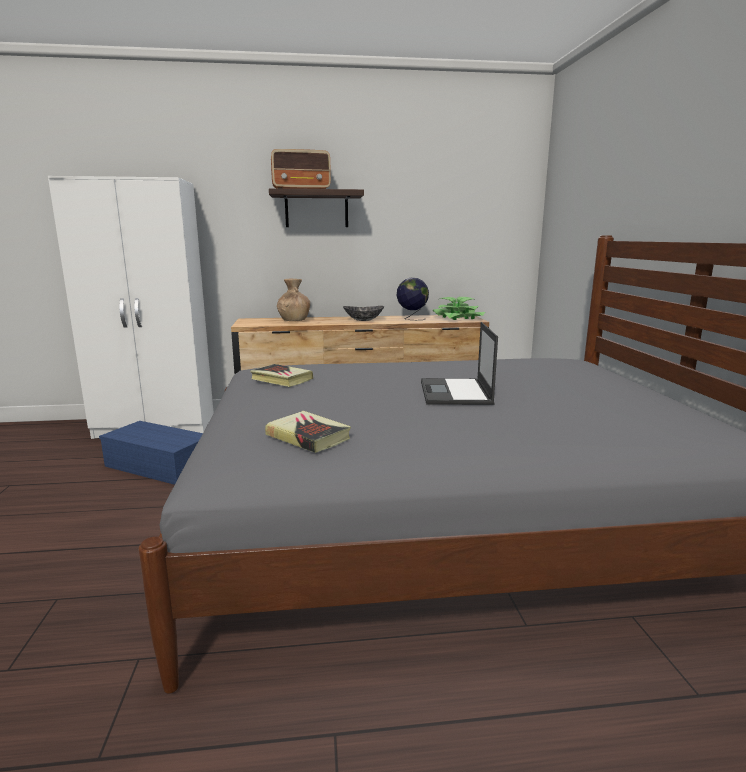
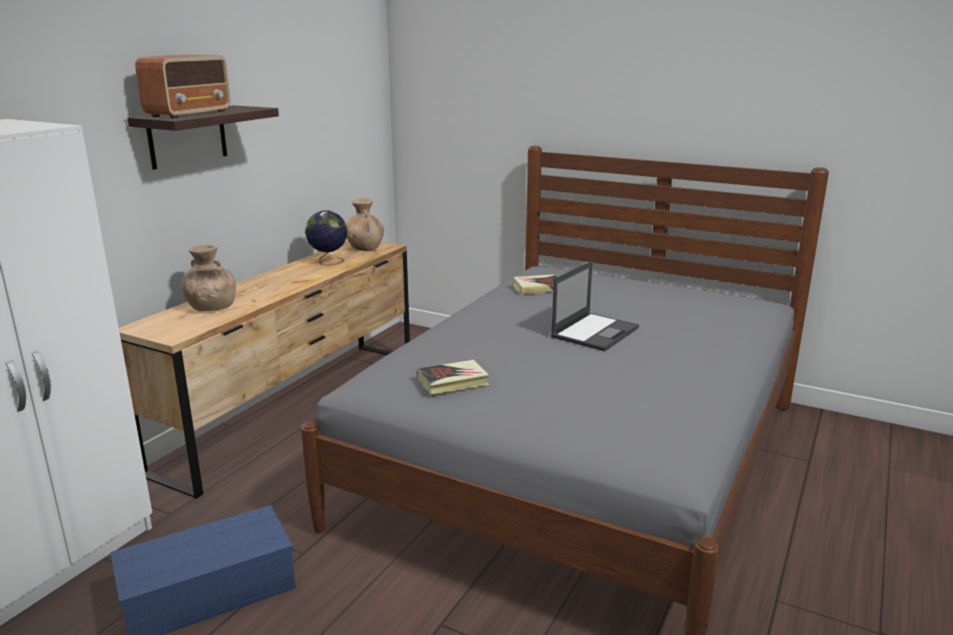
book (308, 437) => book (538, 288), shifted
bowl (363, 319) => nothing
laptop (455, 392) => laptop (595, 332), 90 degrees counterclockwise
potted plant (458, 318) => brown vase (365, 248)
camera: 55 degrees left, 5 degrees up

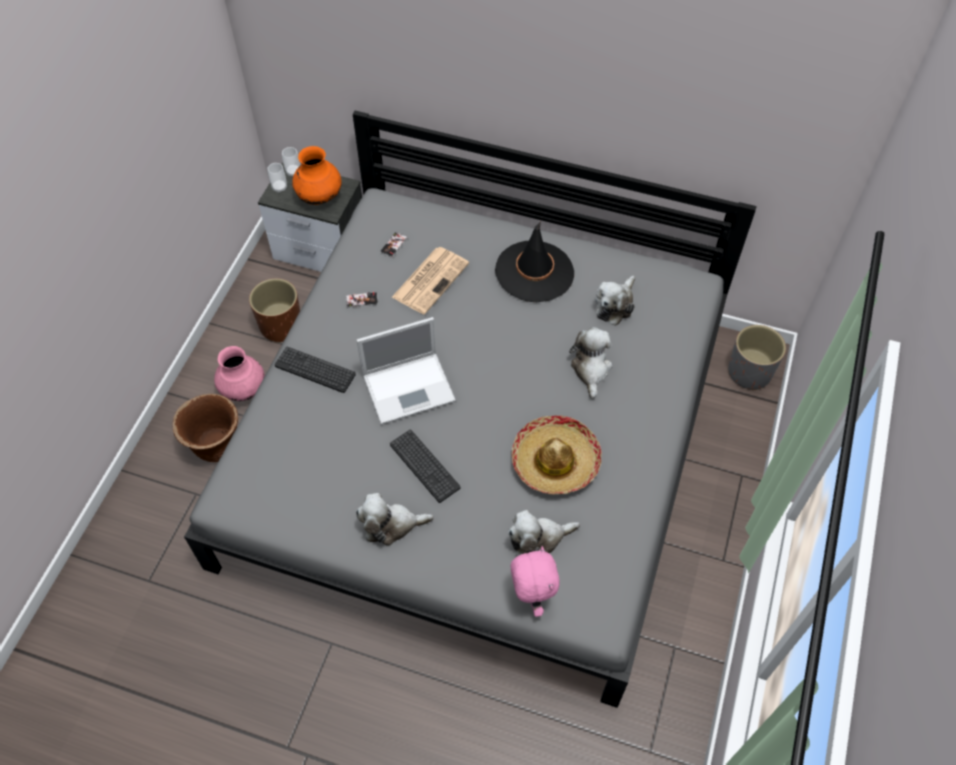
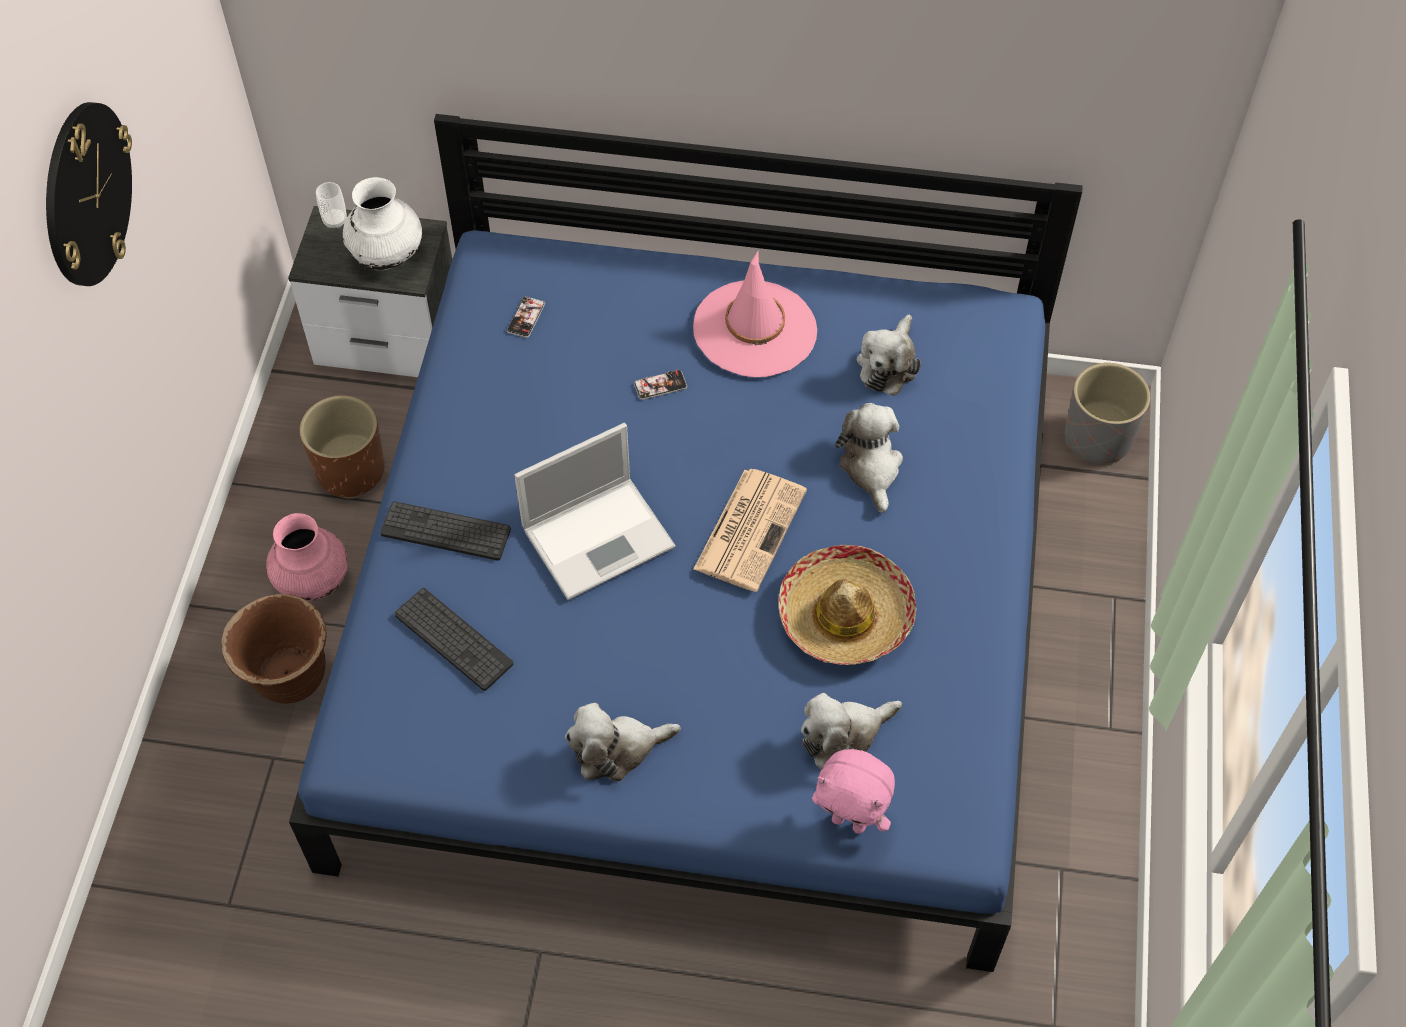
grey bed (478, 441) => blue bed (704, 606)
cup (279, 187) => nothing
orange vase (320, 197) => white vase (387, 256)
phone (361, 300) => phone (660, 385), shifted
keyboard (424, 466) => keyboard (453, 639), shifted
newspaper (430, 279) => newspaper (750, 528), shifted
black hat (534, 272) => pink hat (755, 329)
pink plush toy (531, 596) => pink plush toy (850, 821), 135 degrees clockwise
nothing => wall clock (86, 194)
camera: 10 degrees left, 0 degrees up

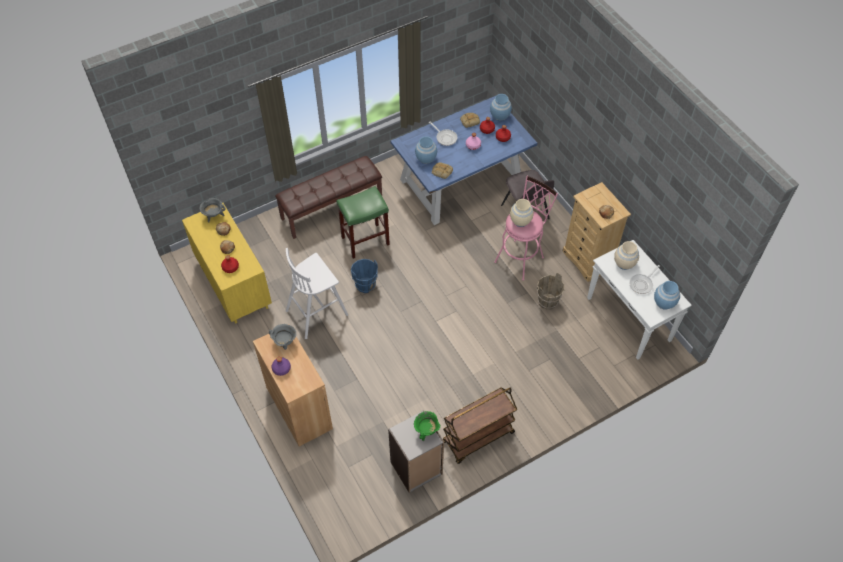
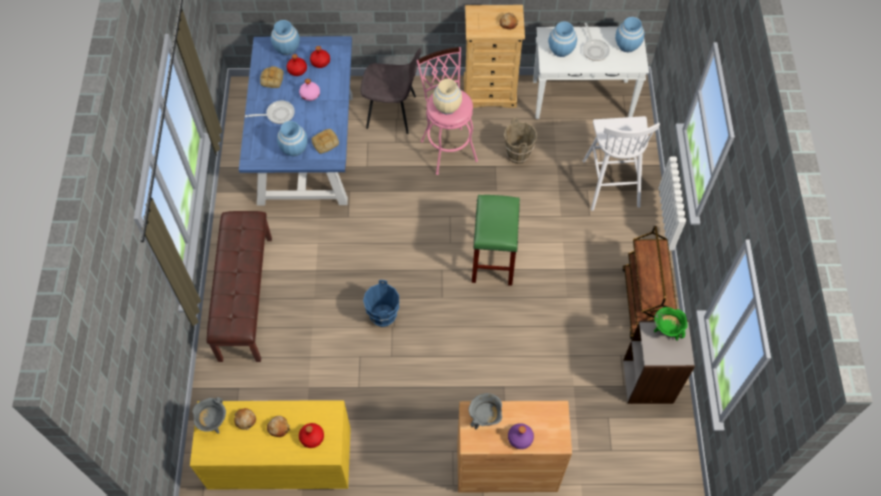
white stool (318, 312) => white stool (610, 182), shifted
green stool (365, 240) => green stool (492, 260), shifted
beige vase (624, 263) => blue vase (561, 50)
camera: 60 degrees left, 5 degrees up

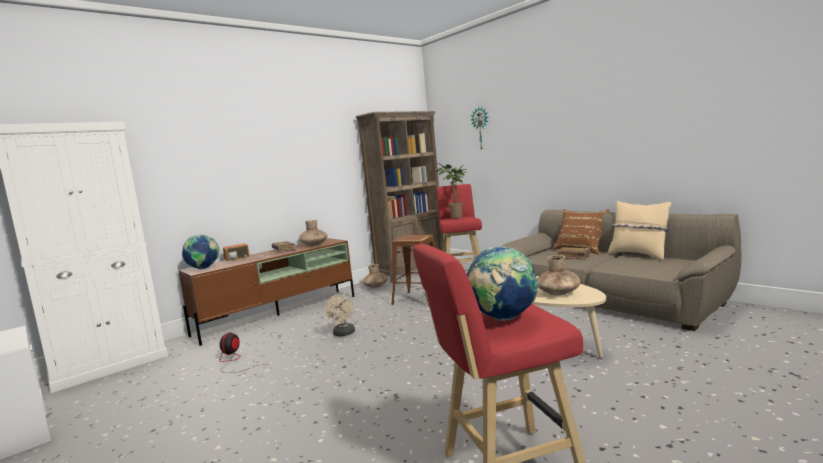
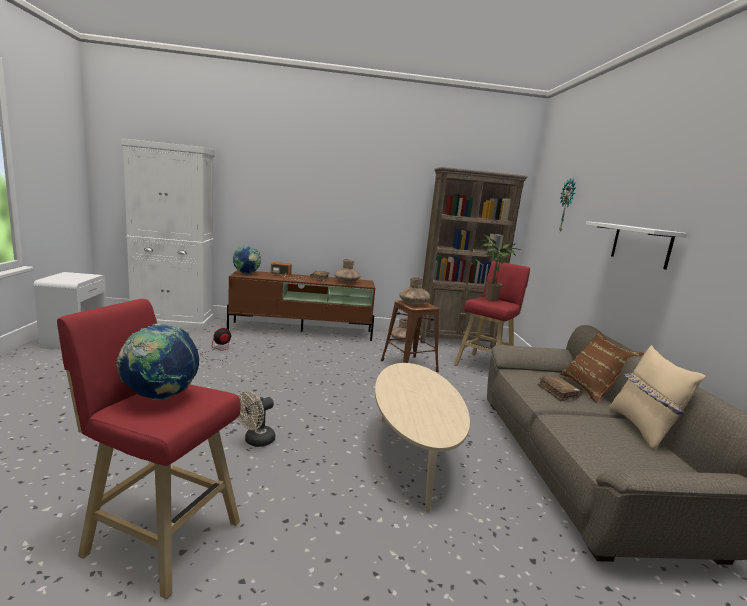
beige fan (343, 334) => beige fan (255, 441), shifted
brown vase (558, 293) => brown vase (413, 304), shifted
nothing => white shelf (640, 245)
camera: 35 degrees right, 5 degrees up

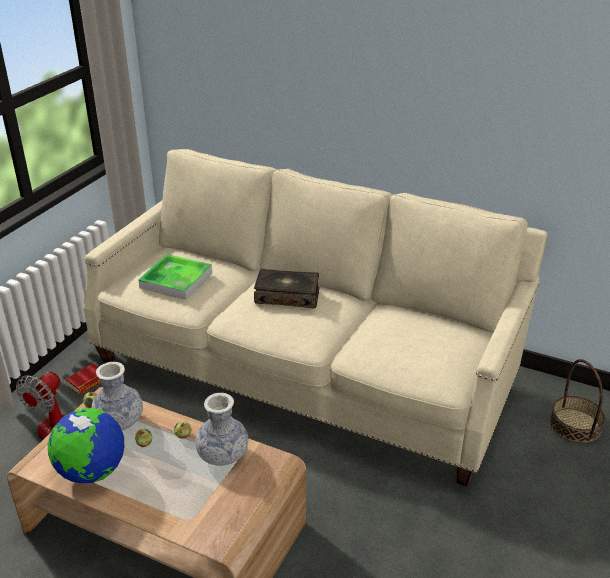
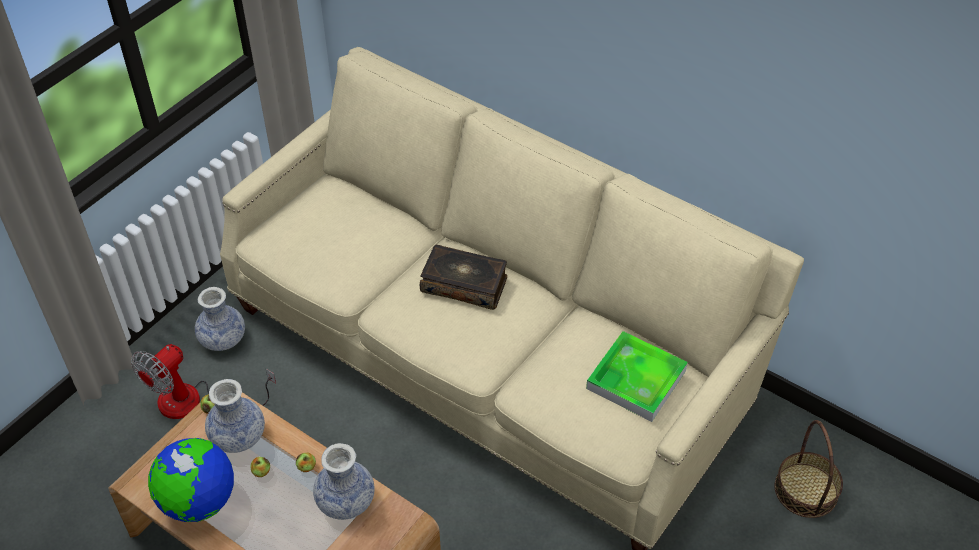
book (87, 382) => vase (223, 339)
tray (176, 280) => tray (636, 379), shifted
camera: 10 degrees right, 15 degrees up

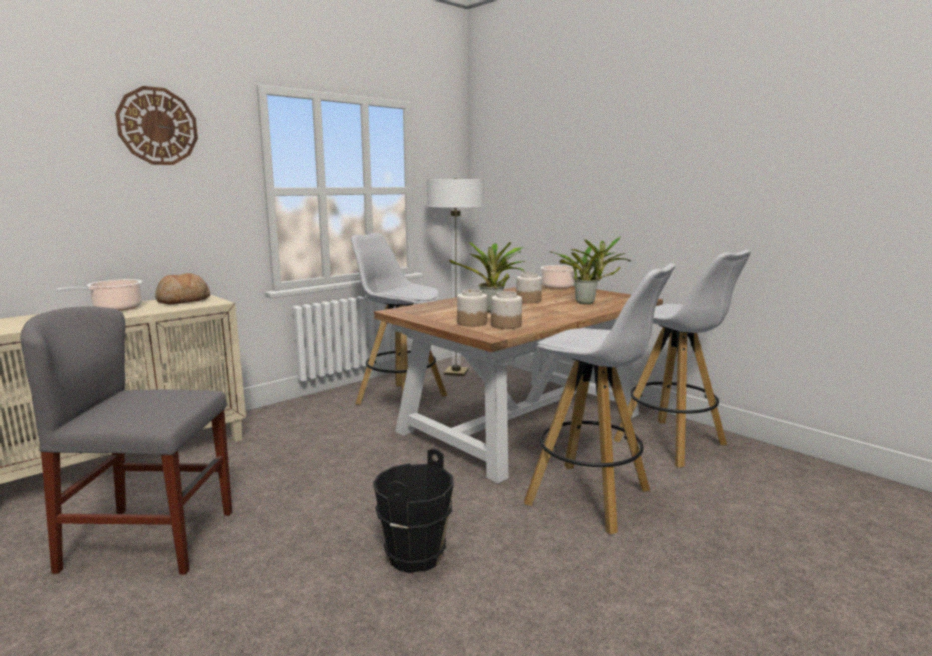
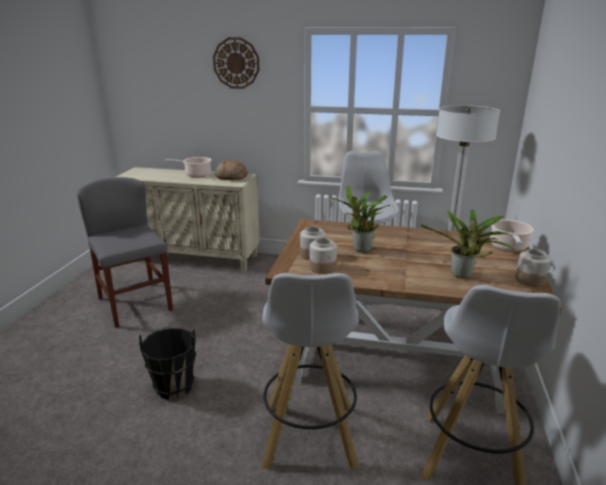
jar (528, 300) => jar (529, 280), shifted
camera: 55 degrees right, 10 degrees up

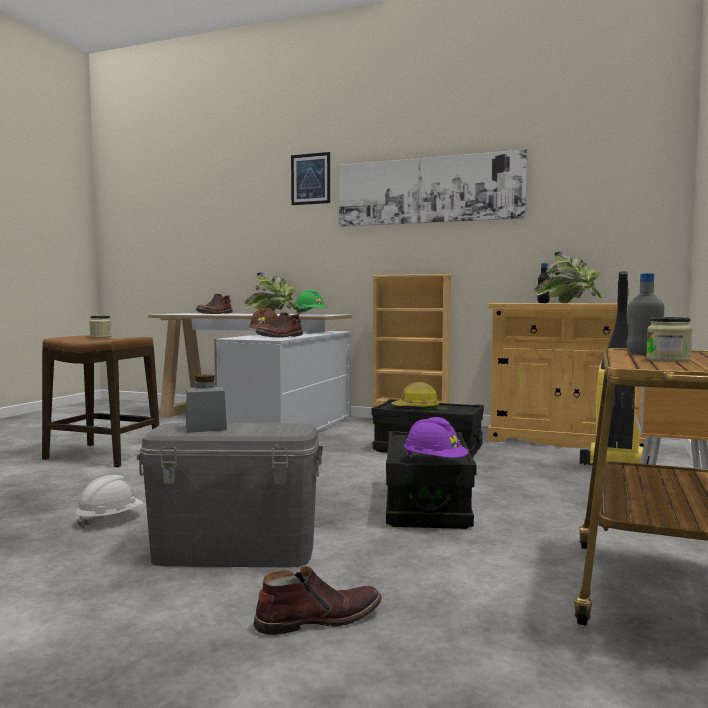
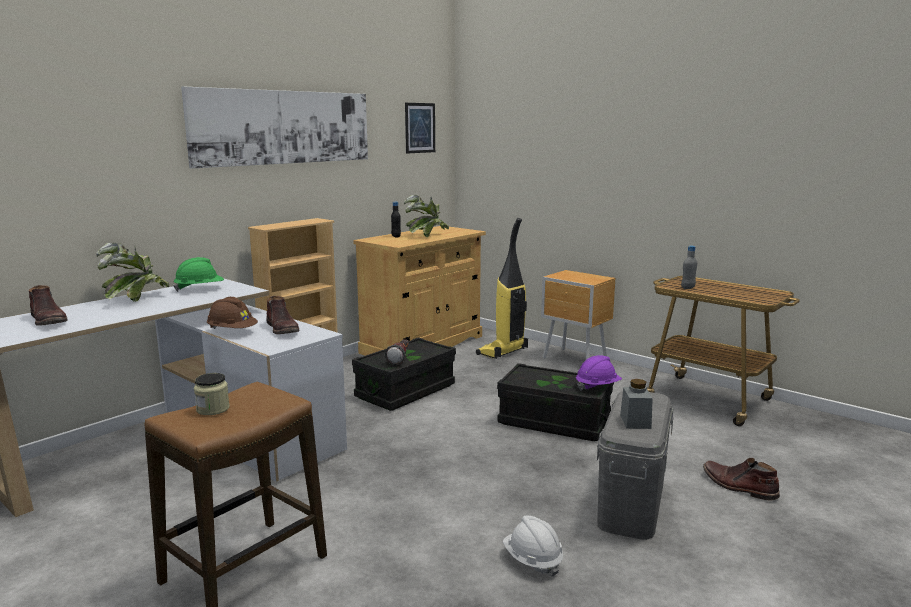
brown boot (318, 619) => brown boot (738, 486), 45 degrees counterclockwise
picture (310, 179) => picture (420, 128), shifted
hard hat (416, 408) => flashlight (400, 358)
jar (668, 360) => nothing
camera: 70 degrees left, 10 degrees up

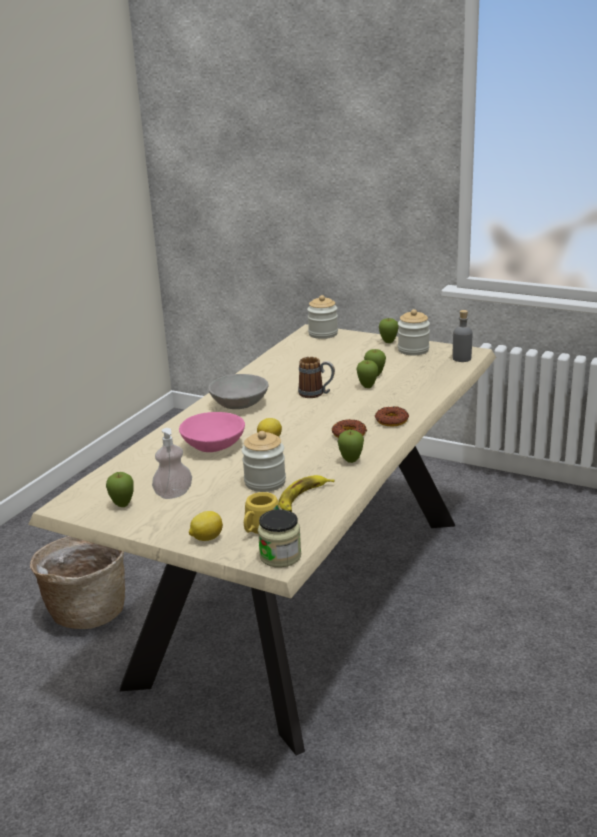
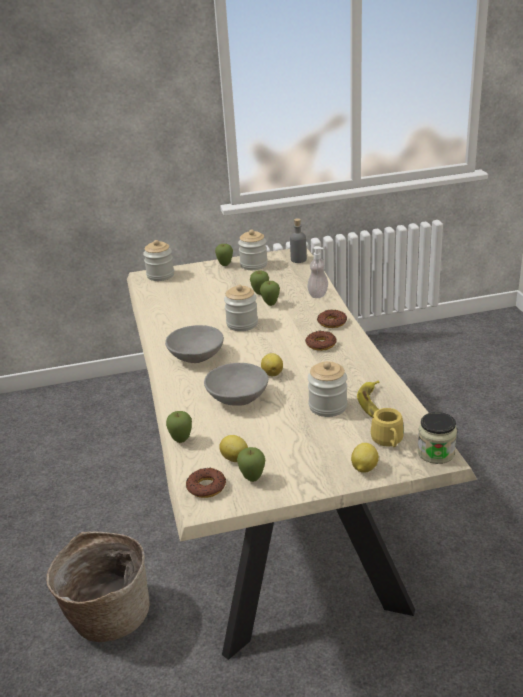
soap dispenser (173, 494) => soap dispenser (318, 294), shifted
pink bowl (213, 446) => grey bowl (237, 398)
mug (316, 394) => jar (242, 324)
apple (351, 461) => apple (181, 441), shifted
nothing => donut (206, 487)
nothing => lemon (235, 459)
camera: 40 degrees left, 5 degrees up

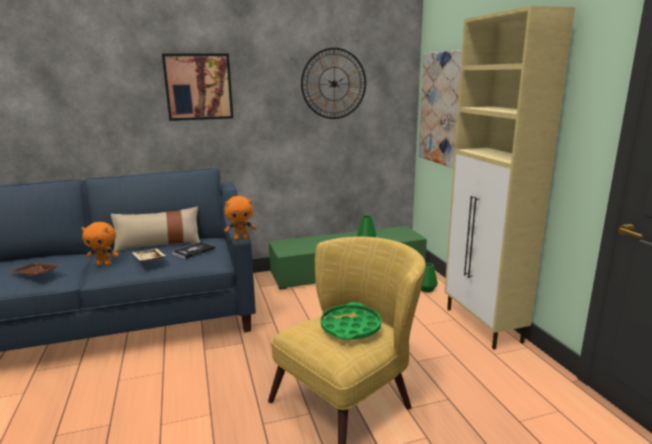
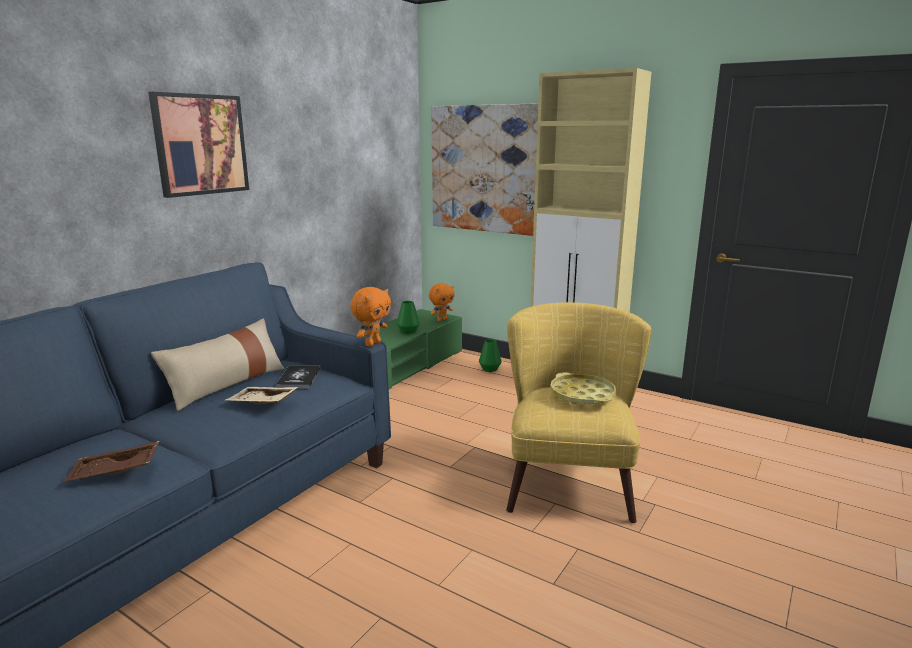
orange plush toy (104, 264) => orange plush toy (441, 320), shifted
wall clock (334, 84) => nothing
green tray (350, 327) => yellow tray (582, 395)
camera: 40 degrees left, 0 degrees up

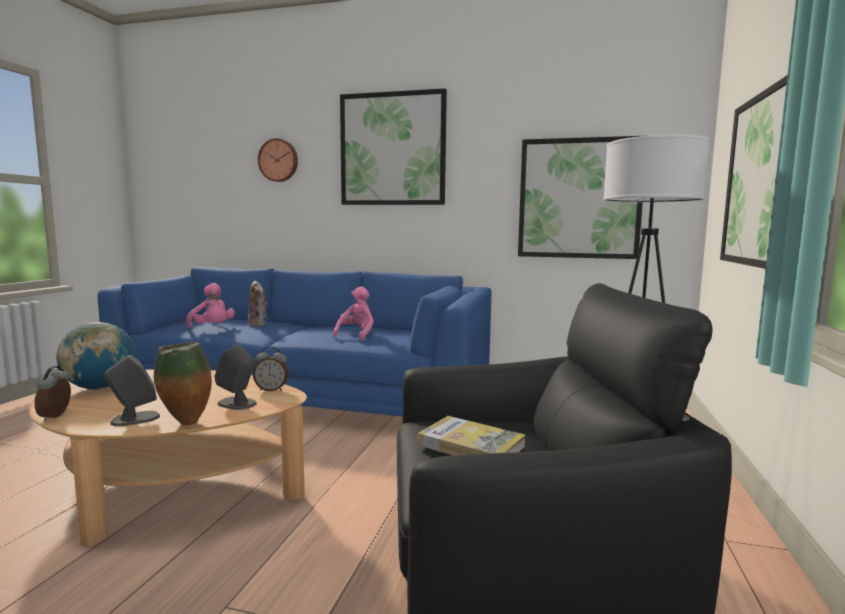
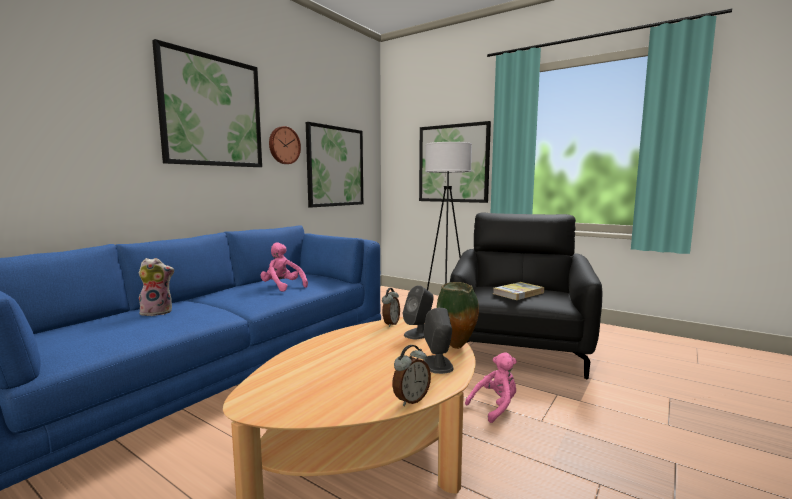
alarm clock (56, 416) => alarm clock (410, 400), 60 degrees counterclockwise
globe (100, 388) => nothing
pink plush toy (212, 328) => pink plush toy (495, 407), shifted
wall clock (279, 160) => wall clock (283, 145), shifted
camera: 70 degrees left, 0 degrees up

